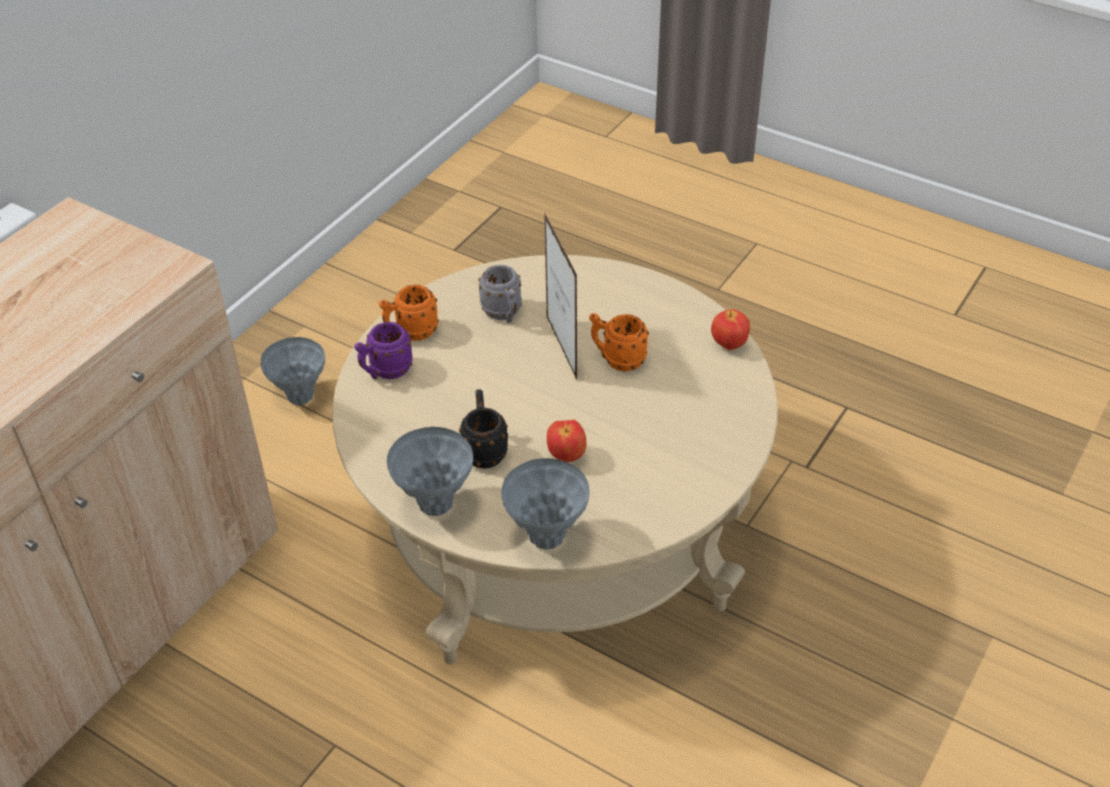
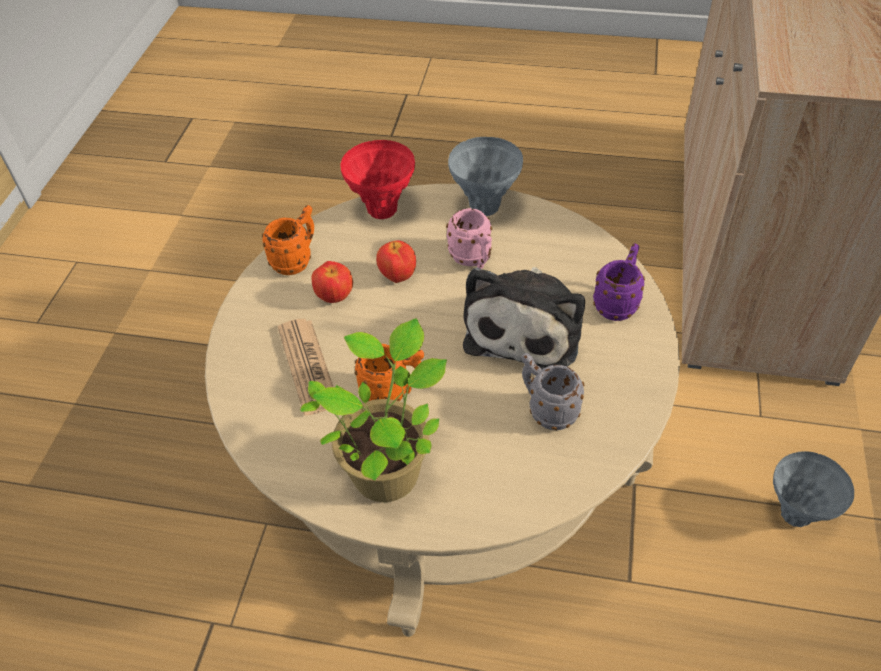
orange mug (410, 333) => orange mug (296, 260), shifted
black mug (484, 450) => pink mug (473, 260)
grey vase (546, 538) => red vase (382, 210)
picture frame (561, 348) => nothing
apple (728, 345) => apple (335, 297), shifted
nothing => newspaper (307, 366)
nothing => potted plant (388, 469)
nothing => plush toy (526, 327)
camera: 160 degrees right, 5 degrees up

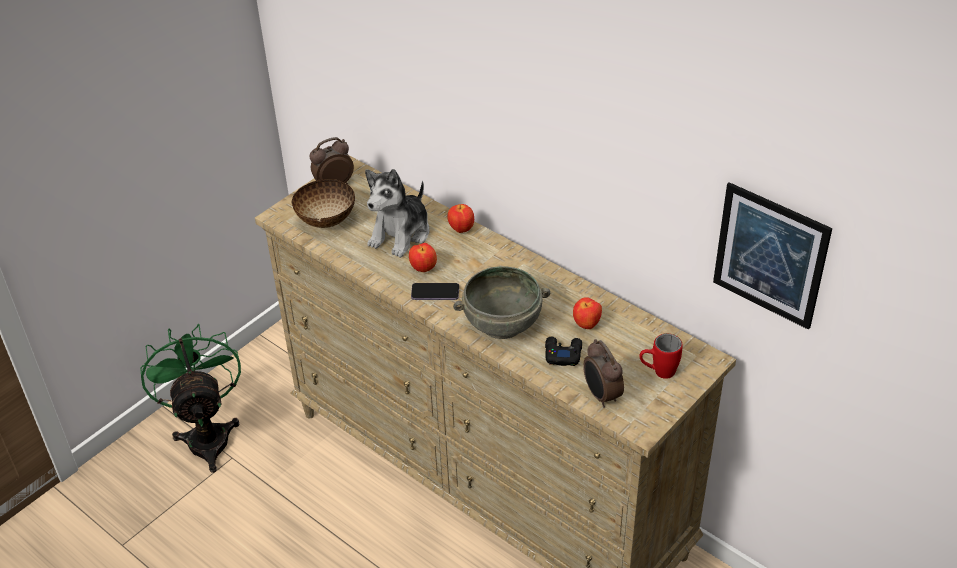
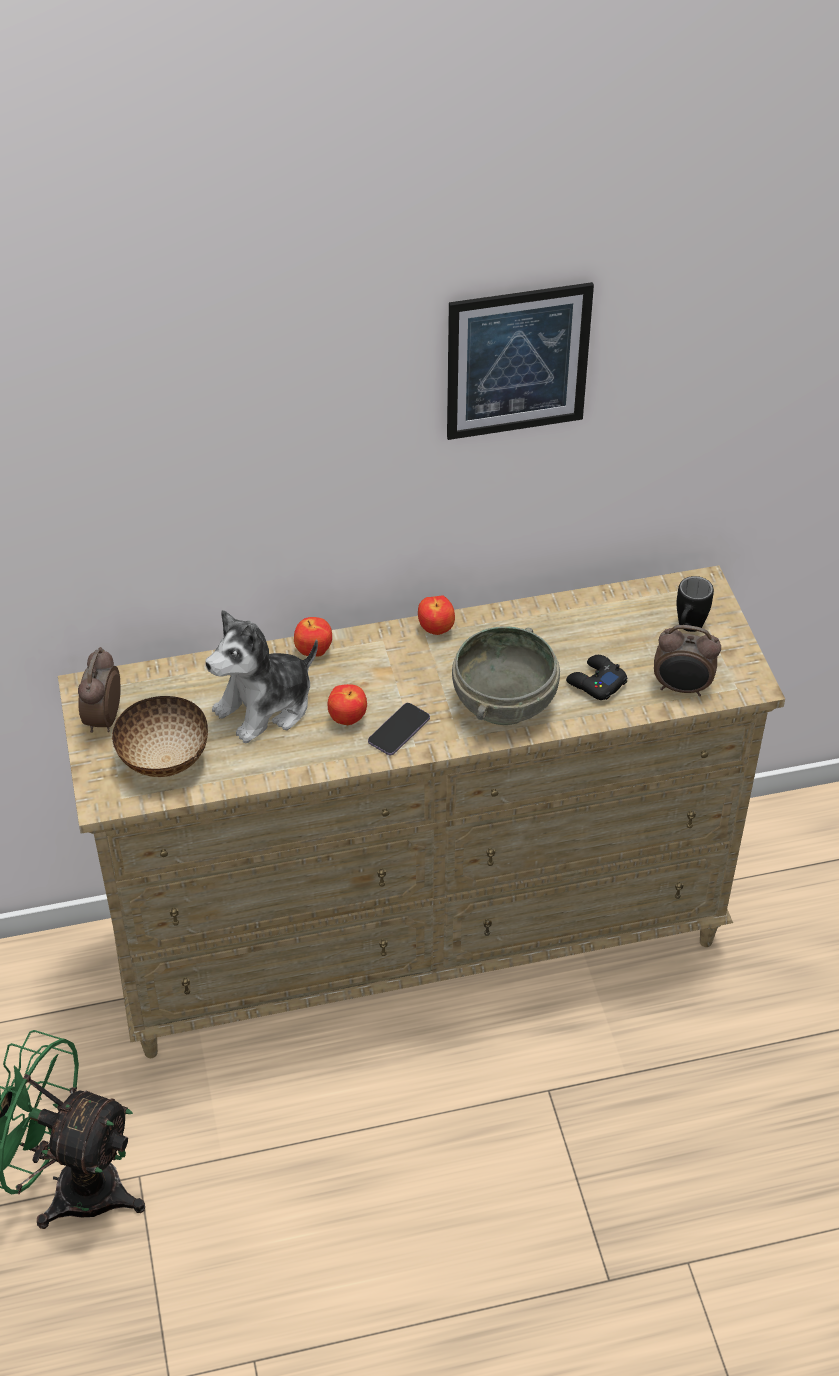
plush toy (401, 234) => plush toy (265, 706), 75 degrees clockwise
apple (587, 325) => apple (436, 629), shifted
red mug (658, 372) => black mug (687, 629)
picture (770, 255) => picture (517, 361), shifted
camera: 55 degrees left, 5 degrees up

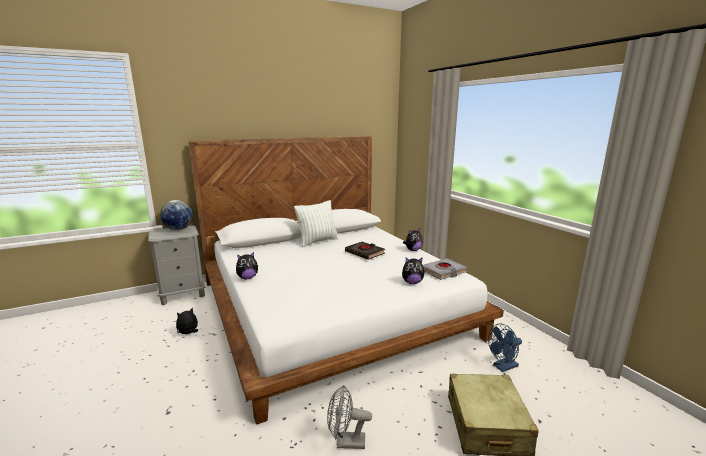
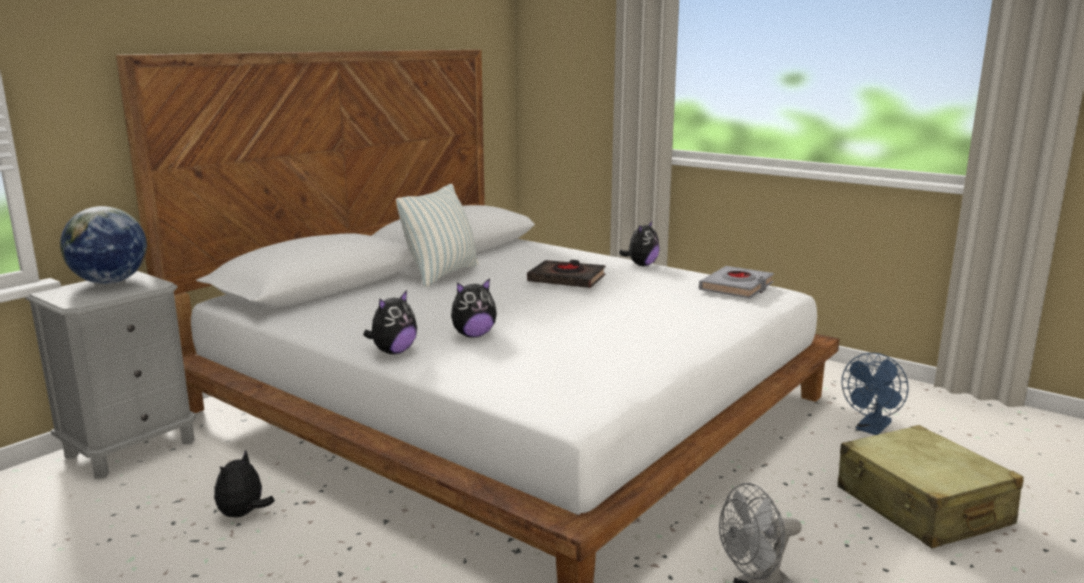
plush toy (412, 282) => plush toy (473, 335), shifted
camera: 25 degrees left, 0 degrees up

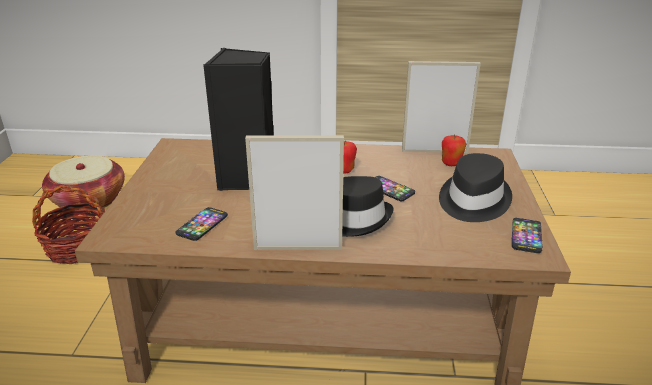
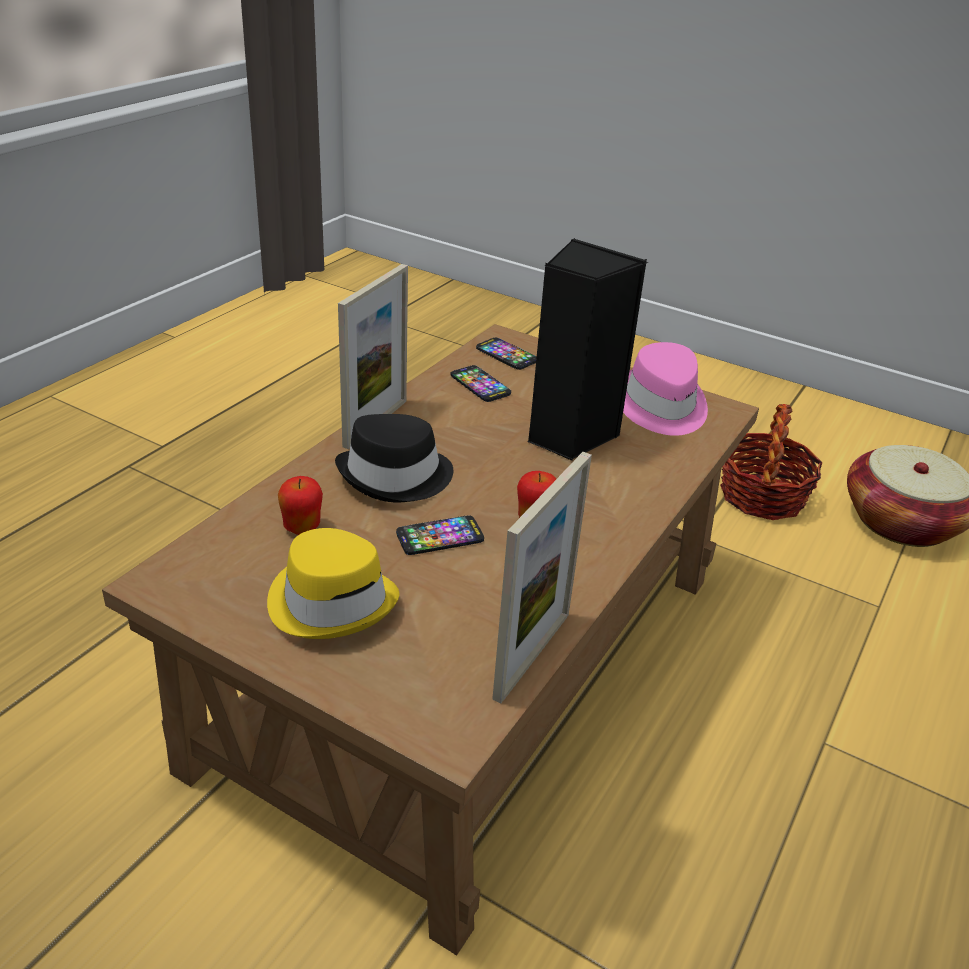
black hat (472, 200) => yellow hat (332, 601)
apple (451, 164) => apple (302, 528), shifted
phone (526, 236) => phone (506, 355), shifted
nothing => pink hat (661, 406)
camera: 115 degrees right, 5 degrees up

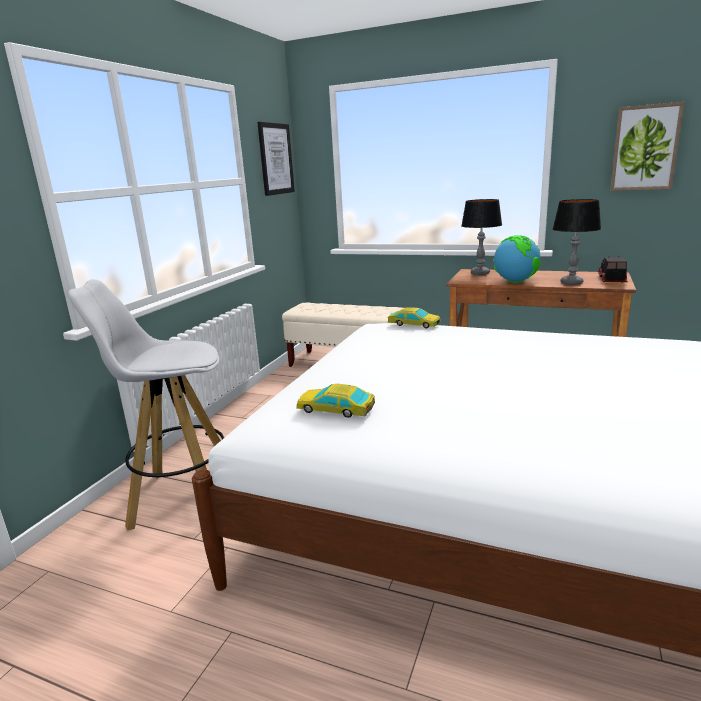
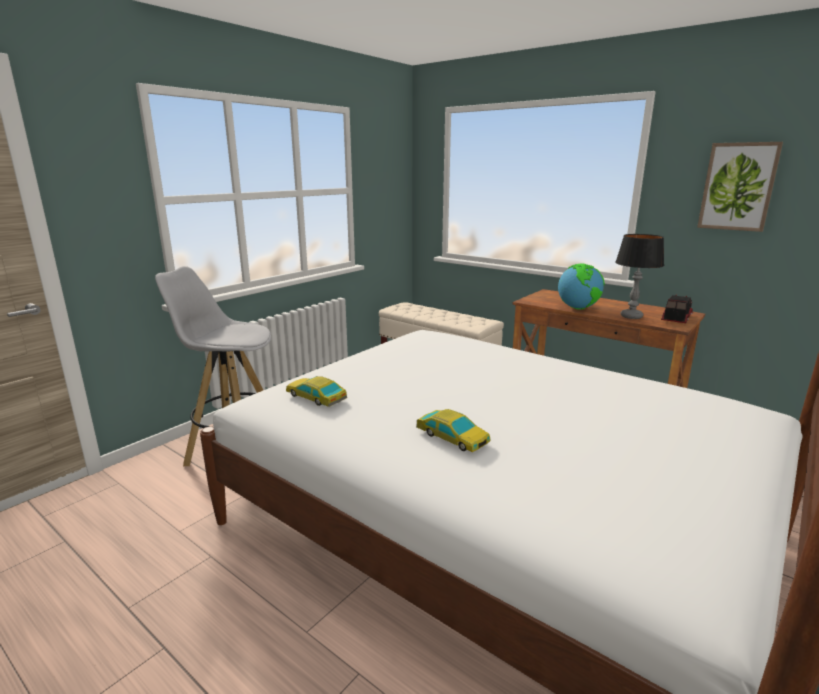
picture (276, 159) => nothing
toy car (414, 324) => toy car (452, 437), shifted
table lamp (480, 273) => nothing
camera: 15 degrees right, 0 degrees up

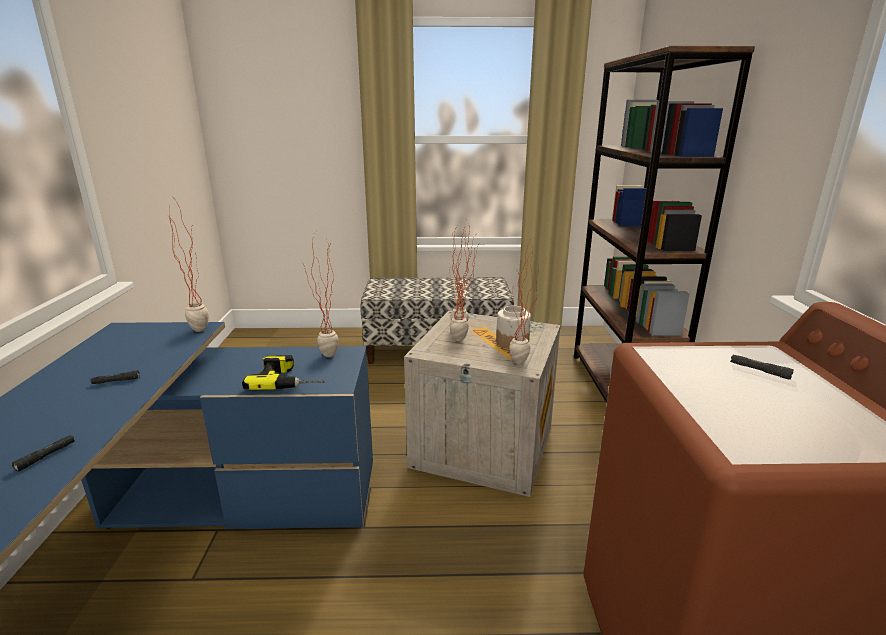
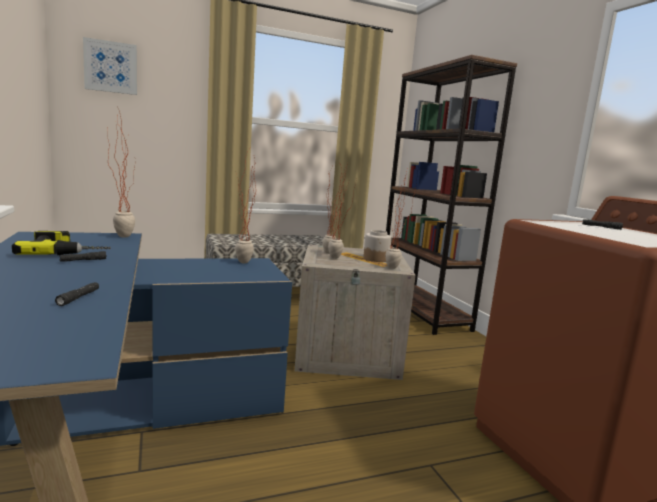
power drill (290, 379) => power drill (68, 251), shifted
nothing => picture (111, 67)
camera: 20 degrees left, 10 degrees down

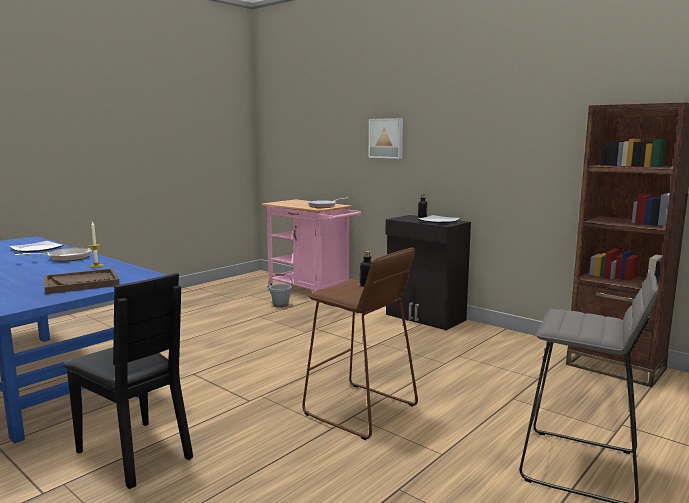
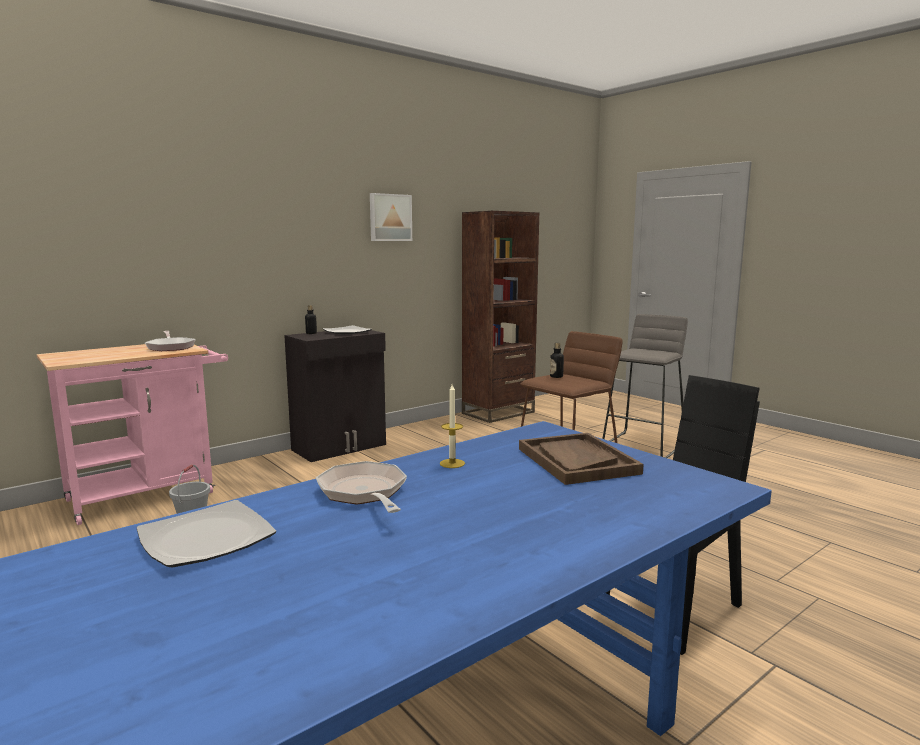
picture (386, 138) => picture (390, 217), shifted
camera: 80 degrees left, 0 degrees up

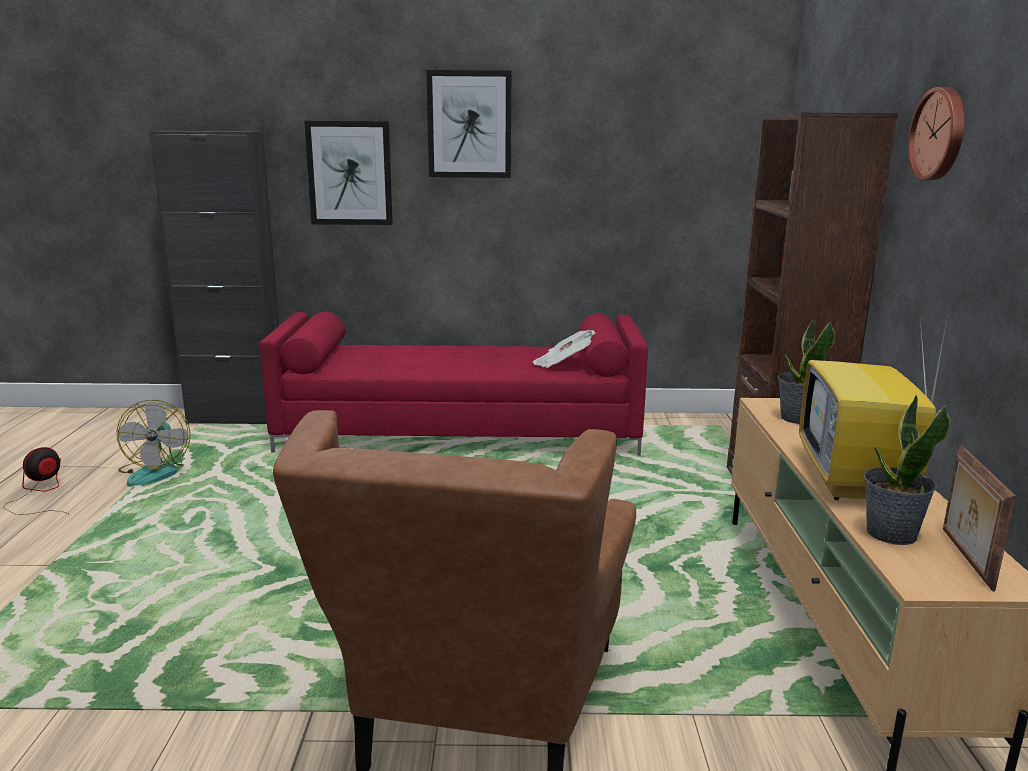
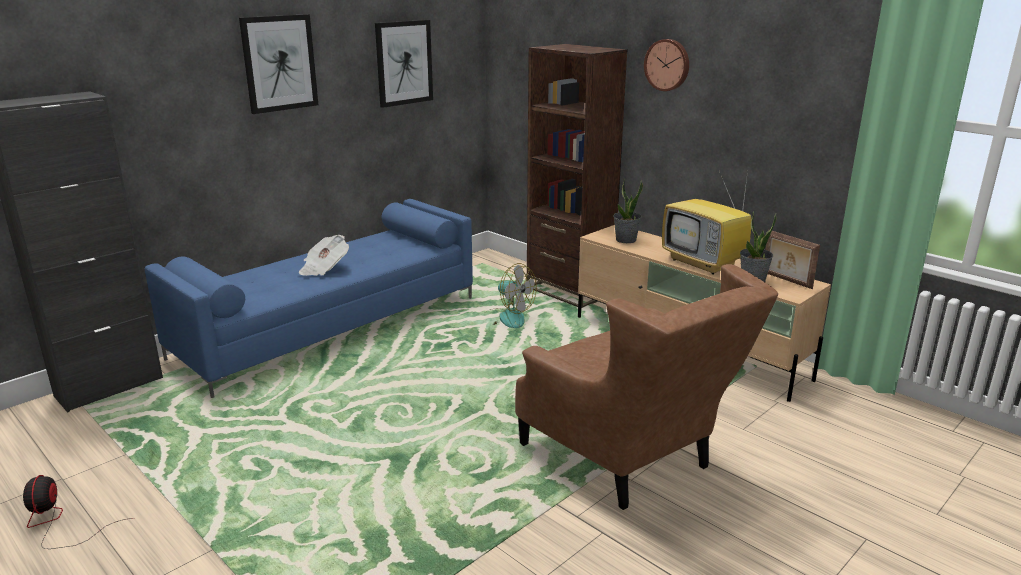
fan (156, 472) => fan (505, 318), shifted
red sofa (461, 432) => blue sofa (331, 326)
picture (349, 173) => picture (404, 63), shifted
newspaper (562, 364) => newspaper (324, 269), shifted
camera: 45 degrees left, 5 degrees up

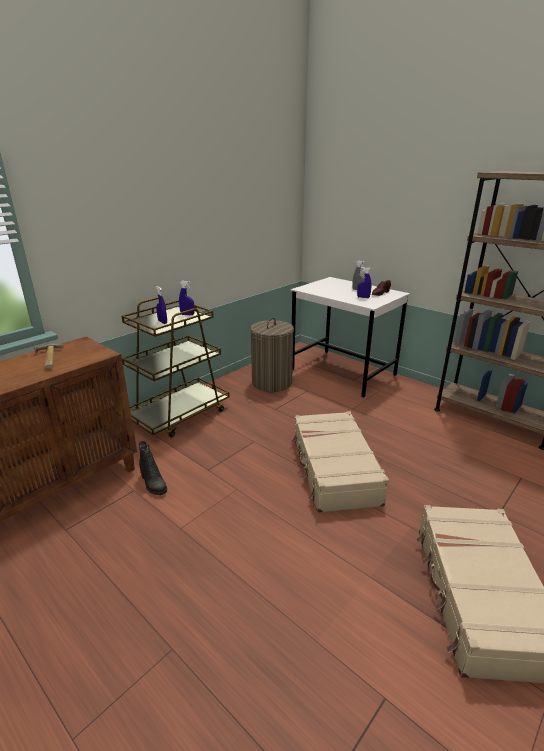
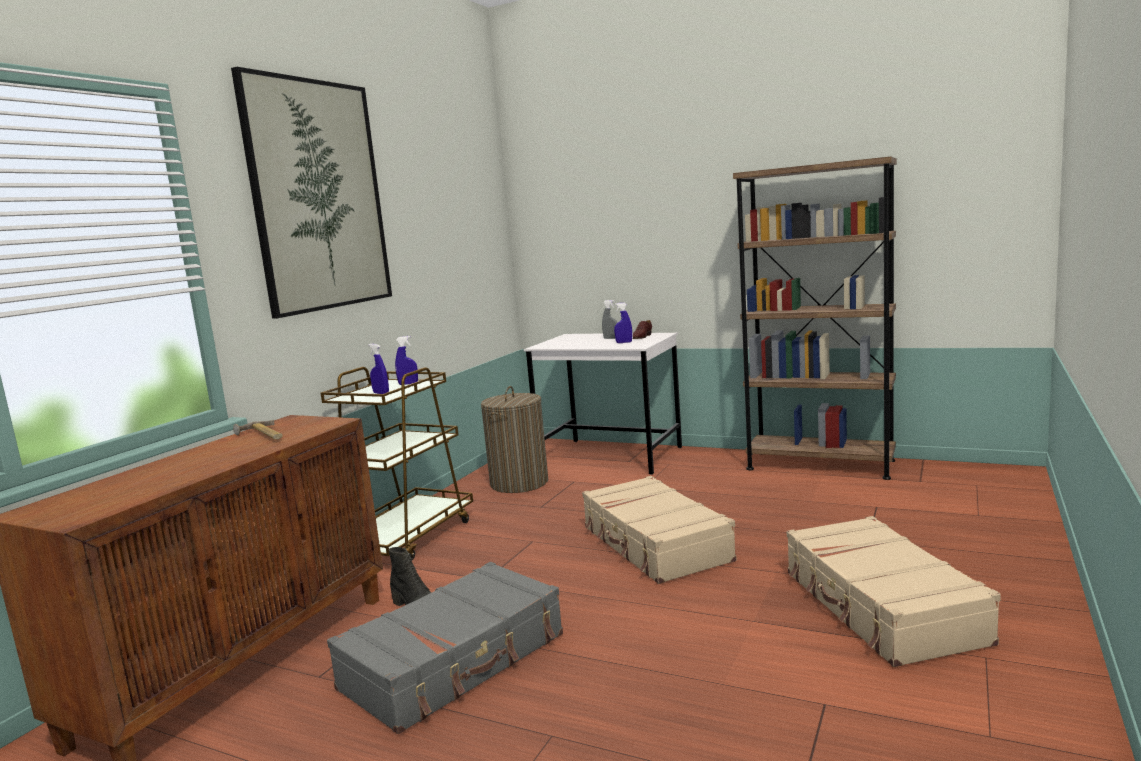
nothing => picture (318, 196)
nothing => grey suitcase (455, 662)
camera: 15 degrees left, 15 degrees down

